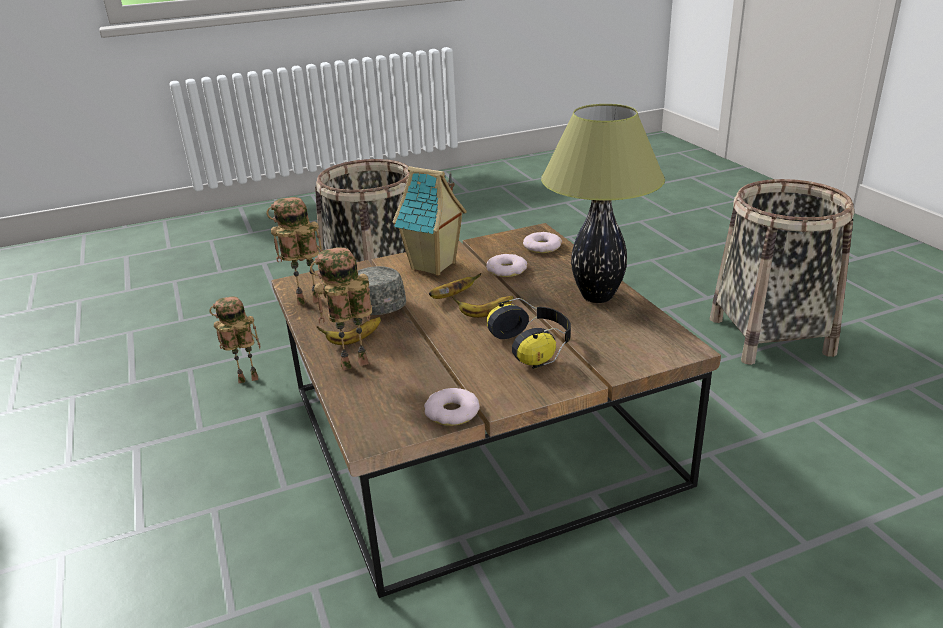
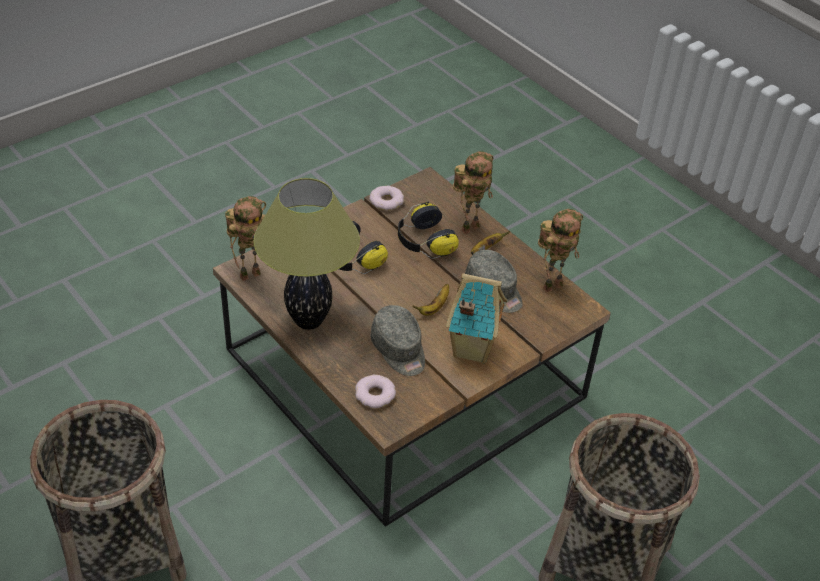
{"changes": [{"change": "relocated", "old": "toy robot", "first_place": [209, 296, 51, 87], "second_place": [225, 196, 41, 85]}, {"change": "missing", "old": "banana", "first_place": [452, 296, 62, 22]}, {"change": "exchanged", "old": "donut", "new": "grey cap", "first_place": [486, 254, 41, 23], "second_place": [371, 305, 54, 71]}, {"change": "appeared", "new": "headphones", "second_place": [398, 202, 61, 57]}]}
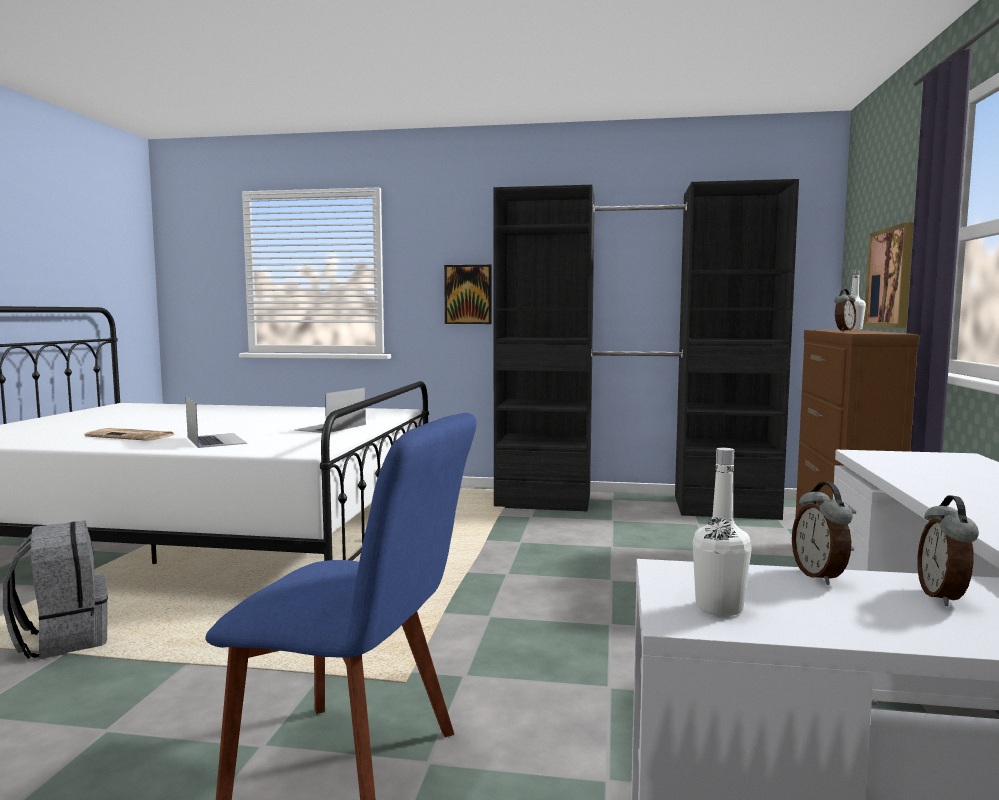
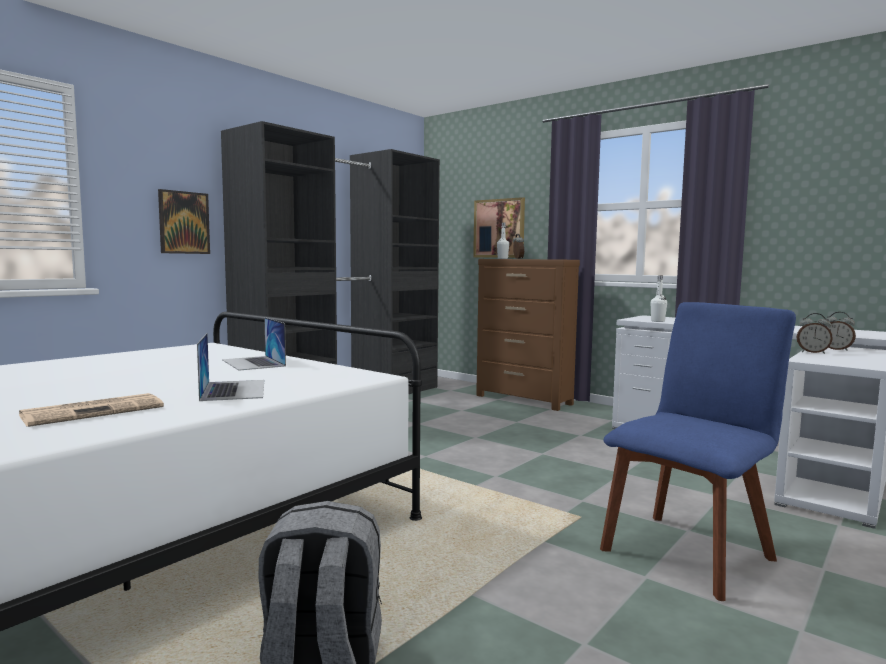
{"changes": [{"change": "spun", "old": "laptop", "first_place": [186, 397, 61, 51], "second_place": [197, 333, 67, 68], "degrees": 75}, {"change": "relocated", "old": "white bottle", "first_place": [693, 448, 59, 168], "second_place": [651, 276, 16, 46]}]}
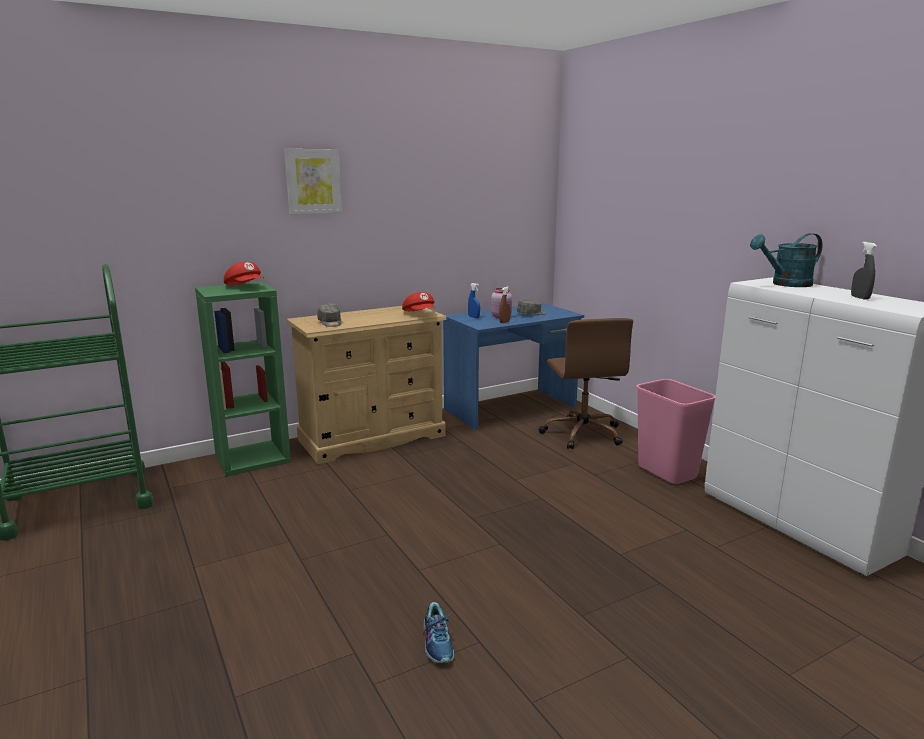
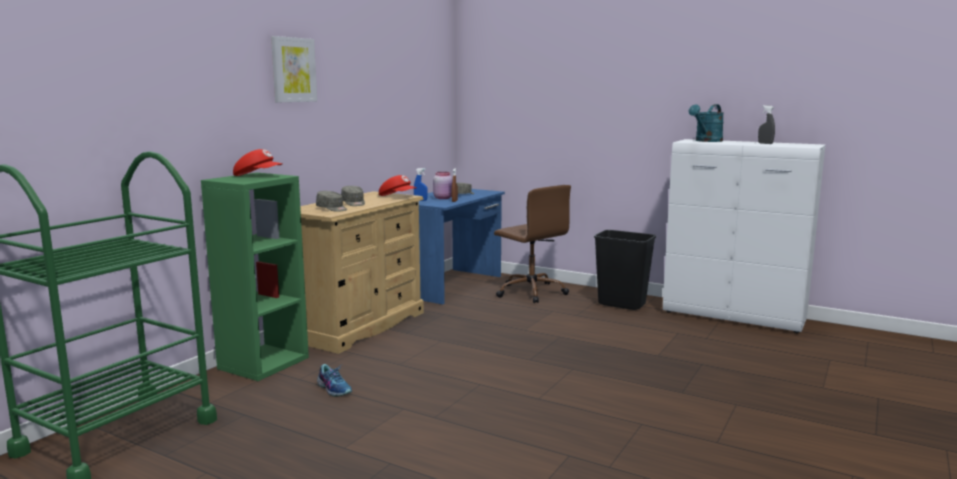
{"changes": [{"change": "relocated", "old": "shoe", "first_place": [423, 602, 31, 61], "second_place": [317, 364, 35, 33]}, {"change": "colour", "old": "pink trash can", "new": "black trash can", "first_place": [636, 379, 79, 105], "second_place": [594, 230, 62, 80]}, {"change": "appeared", "new": "grey cap", "second_place": [341, 186, 24, 20]}]}
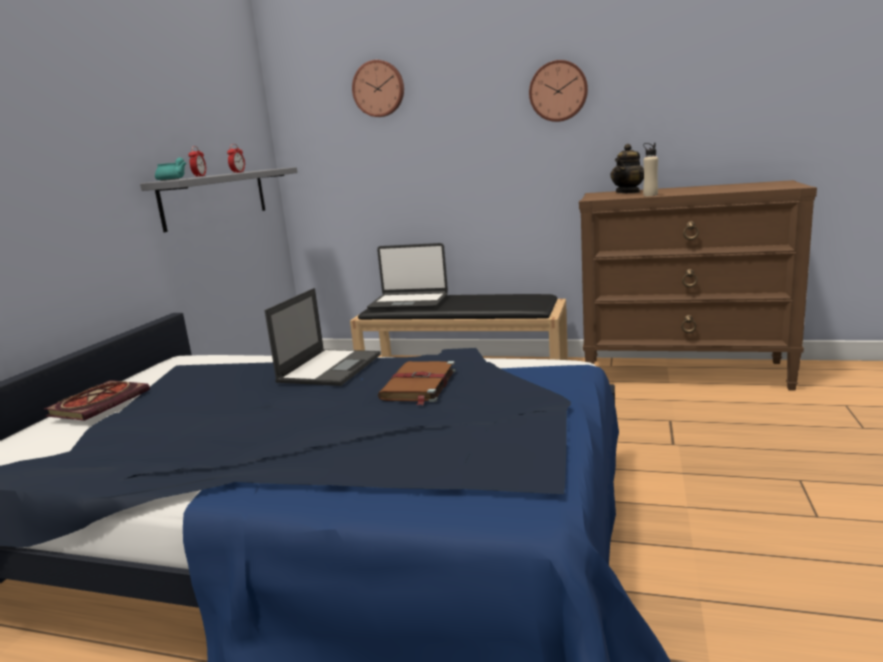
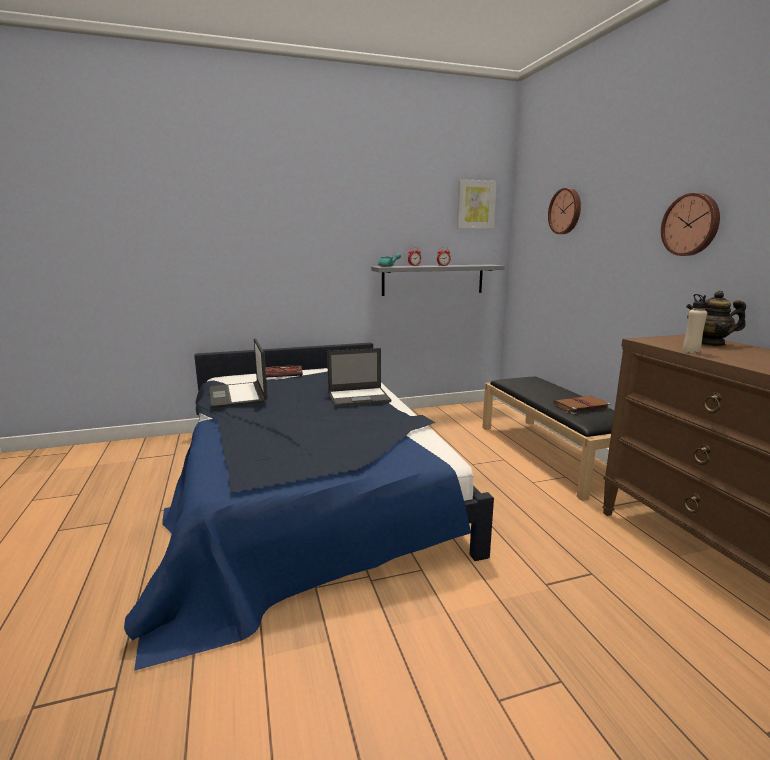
{"changes": [{"change": "relocated", "old": "laptop", "first_place": [367, 243, 81, 67], "second_place": [210, 338, 58, 70]}, {"change": "relocated", "old": "brown book", "first_place": [378, 361, 78, 44], "second_place": [553, 396, 58, 18]}, {"change": "appeared", "new": "picture", "second_place": [457, 179, 40, 50]}]}
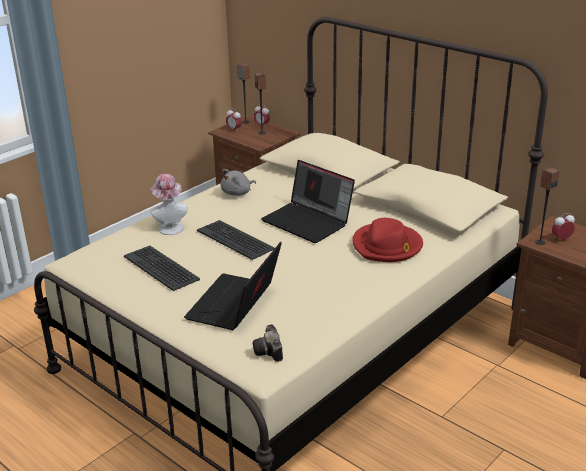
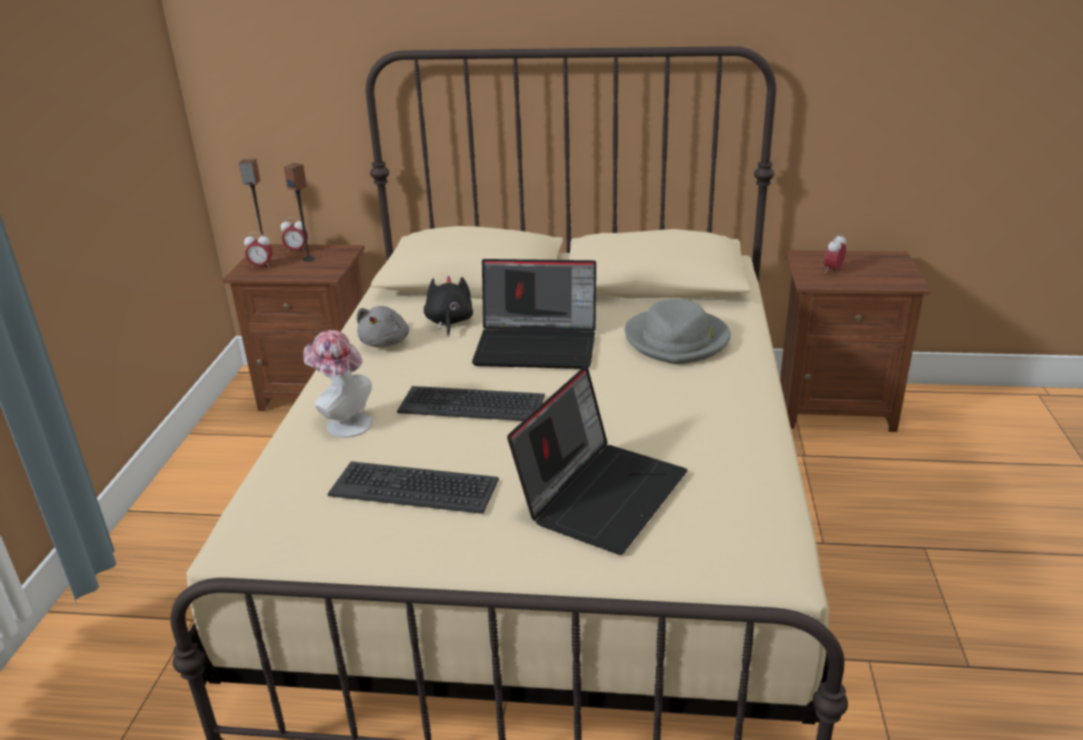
{"changes": [{"change": "spun", "old": "laptop", "first_place": [184, 242, 98, 88], "second_place": [507, 366, 181, 189], "degrees": -135}, {"change": "missing", "old": "photo camera", "first_place": [253, 324, 30, 38]}, {"change": "colour", "old": "red hat", "new": "grey hat", "first_place": [352, 218, 71, 44], "second_place": [625, 299, 106, 65]}, {"change": "missing", "old": "speaker", "first_place": [535, 167, 24, 78]}, {"change": "appeared", "new": "black plush toy", "second_place": [424, 276, 49, 60]}]}
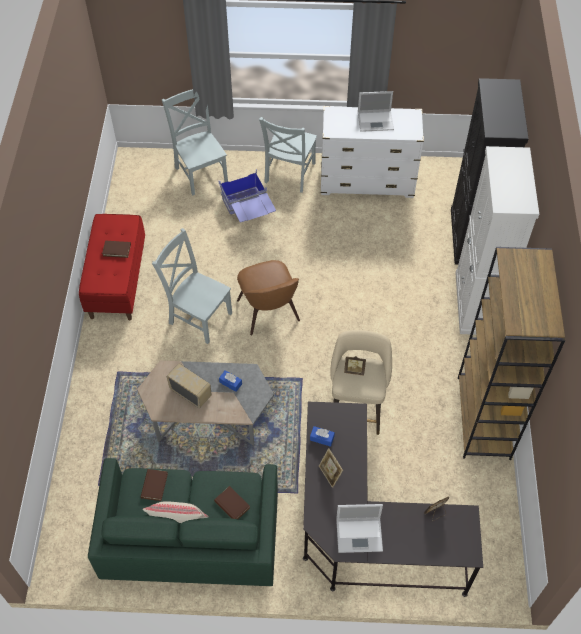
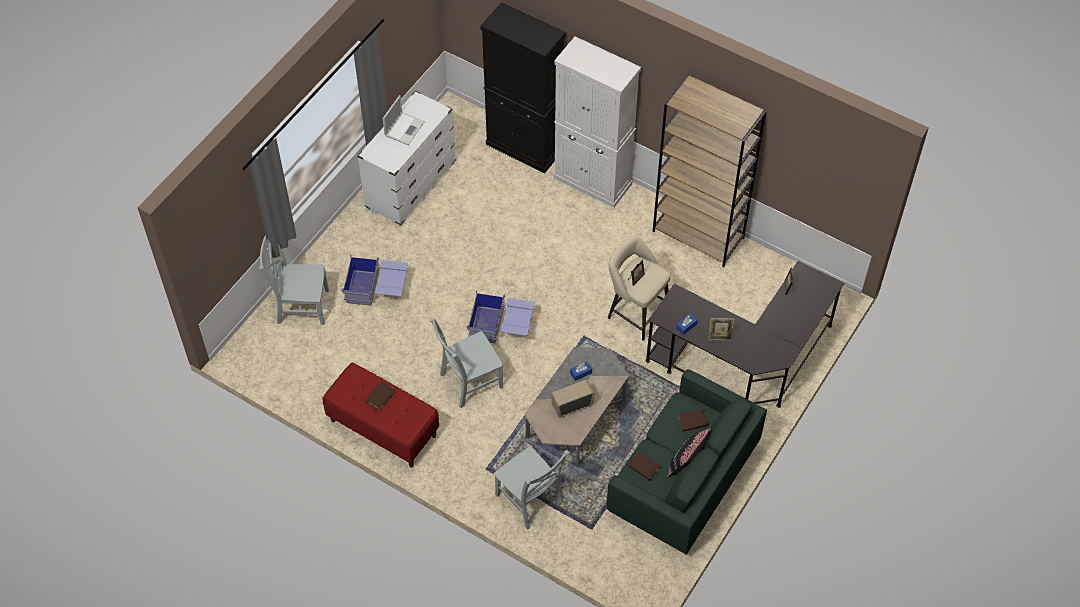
{"changes": [{"change": "colour", "old": "beige pillow", "new": "black pillow", "first_place": [142, 501, 67, 22], "second_place": [666, 427, 46, 51]}, {"change": "exchanged", "old": "brown chair", "new": "blue storage box", "first_place": [237, 260, 63, 75], "second_place": [467, 290, 68, 53]}, {"change": "relocated", "old": "grey chair", "first_place": [259, 117, 58, 76], "second_place": [494, 446, 75, 84]}, {"change": "missing", "old": "laptop", "first_place": [336, 504, 47, 49]}]}
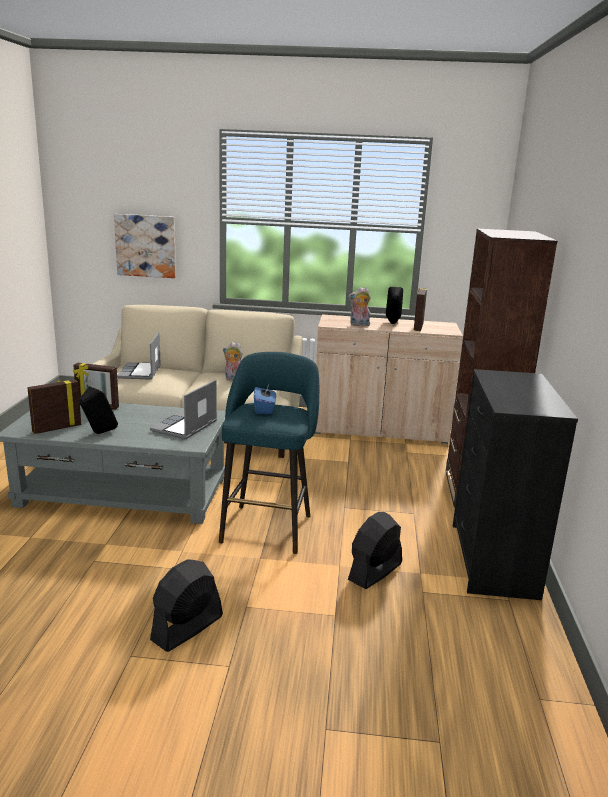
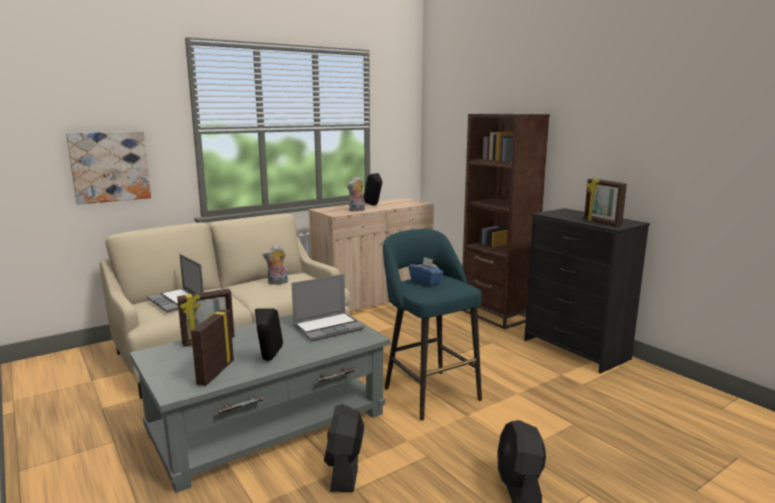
{"changes": [{"change": "spun", "old": "laptop", "first_place": [150, 379, 67, 60], "second_place": [292, 274, 72, 67], "degrees": -105}, {"change": "relocated", "old": "black fan", "first_place": [348, 512, 54, 77], "second_place": [324, 404, 40, 88]}, {"change": "relocated", "old": "picture frame", "first_place": [414, 288, 13, 43], "second_place": [584, 179, 43, 47]}]}
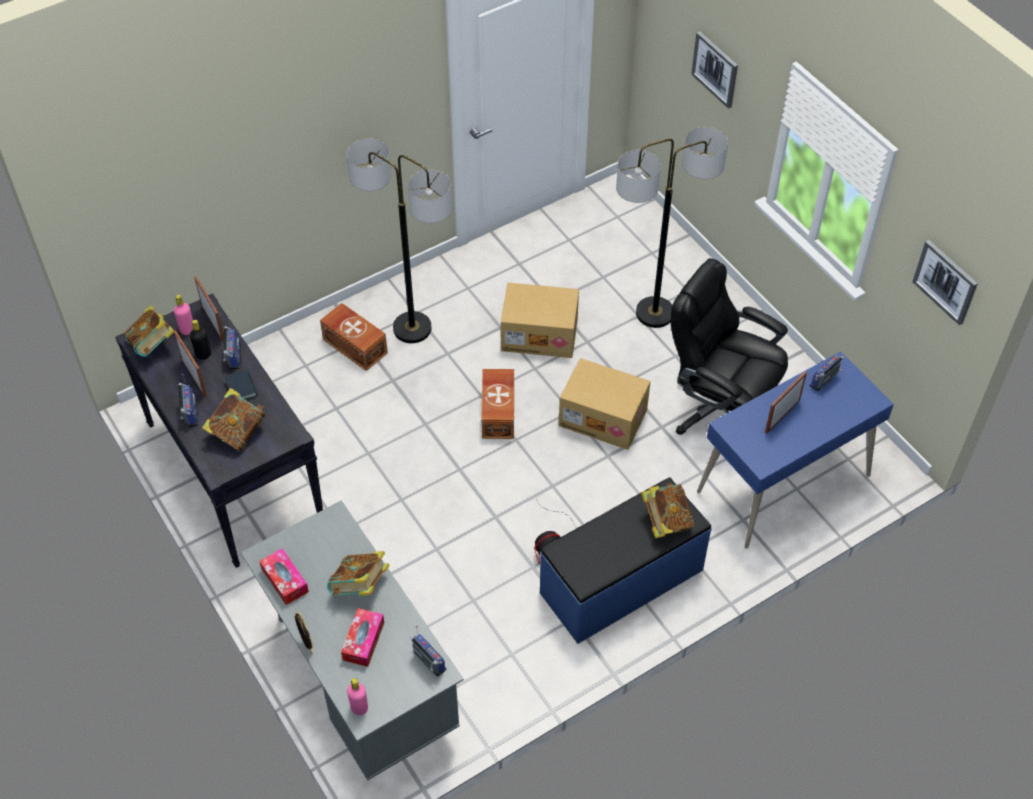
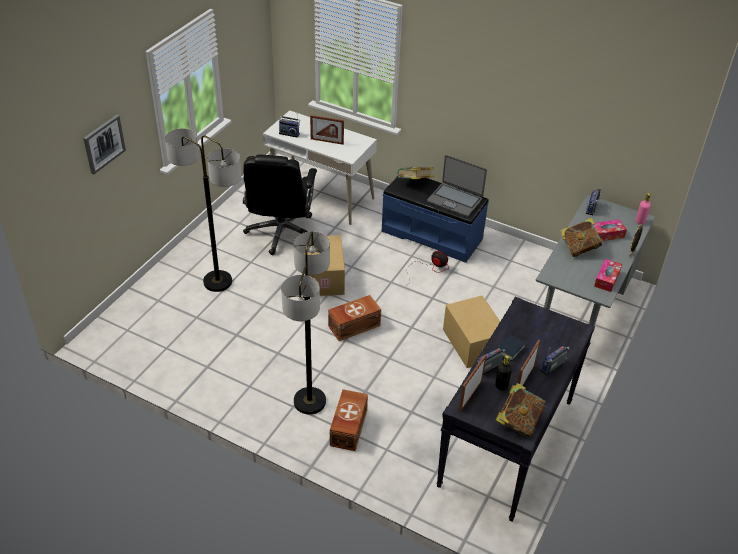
{"changes": [{"change": "missing", "old": "pink bottle", "first_place": [174, 295, 19, 40]}, {"change": "missing", "old": "book", "first_place": [202, 388, 64, 63]}, {"change": "relocated", "old": "cardboard box", "first_place": [501, 283, 78, 75], "second_place": [443, 296, 57, 72]}, {"change": "colour", "old": "blue desk", "new": "white desk", "first_place": [697, 351, 197, 198], "second_place": [263, 110, 114, 115]}, {"change": "missing", "old": "picture", "first_place": [912, 240, 66, 85]}, {"change": "appeared", "new": "laptop", "second_place": [427, 155, 60, 62]}]}
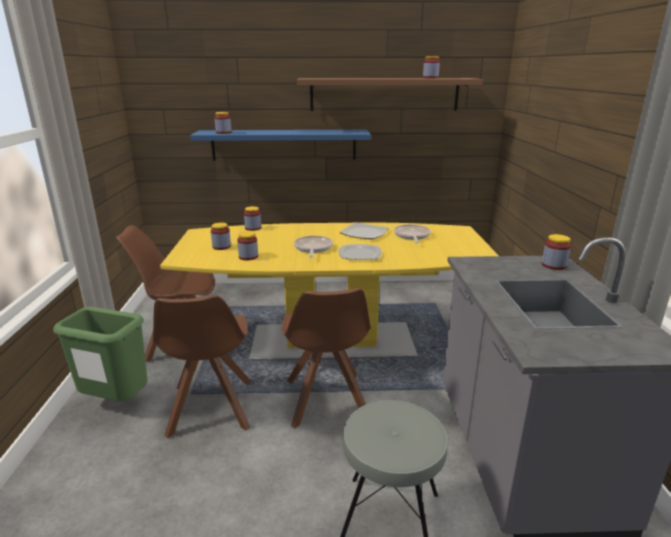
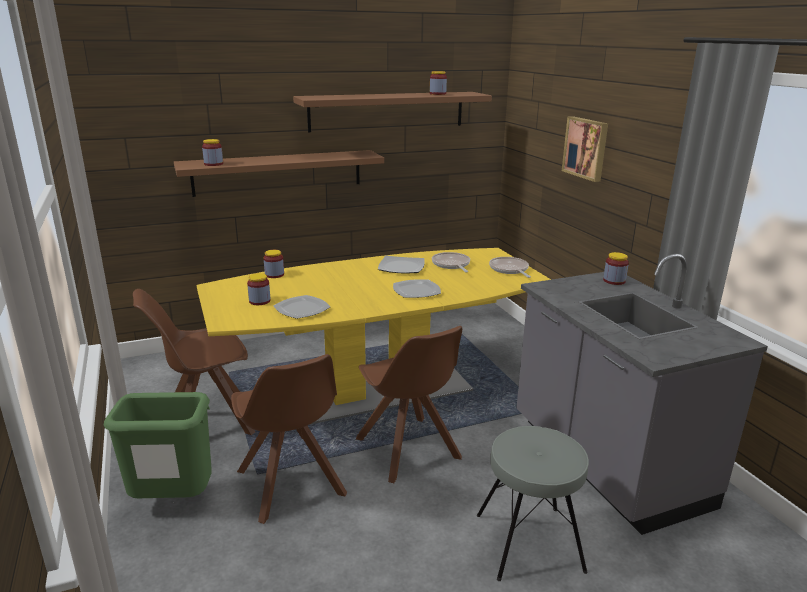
{"changes": [{"change": "colour", "old": "blue shelf", "new": "brown shelf", "first_place": [190, 130, 181, 31], "second_place": [174, 150, 210, 47]}, {"change": "exchanged", "old": "jar", "new": "plate", "first_place": [237, 231, 21, 29], "second_place": [274, 295, 56, 24]}, {"change": "relocated", "old": "frying pan", "first_place": [294, 236, 39, 21], "second_place": [489, 257, 42, 21]}, {"change": "appeared", "new": "picture", "second_place": [562, 116, 46, 66]}]}
